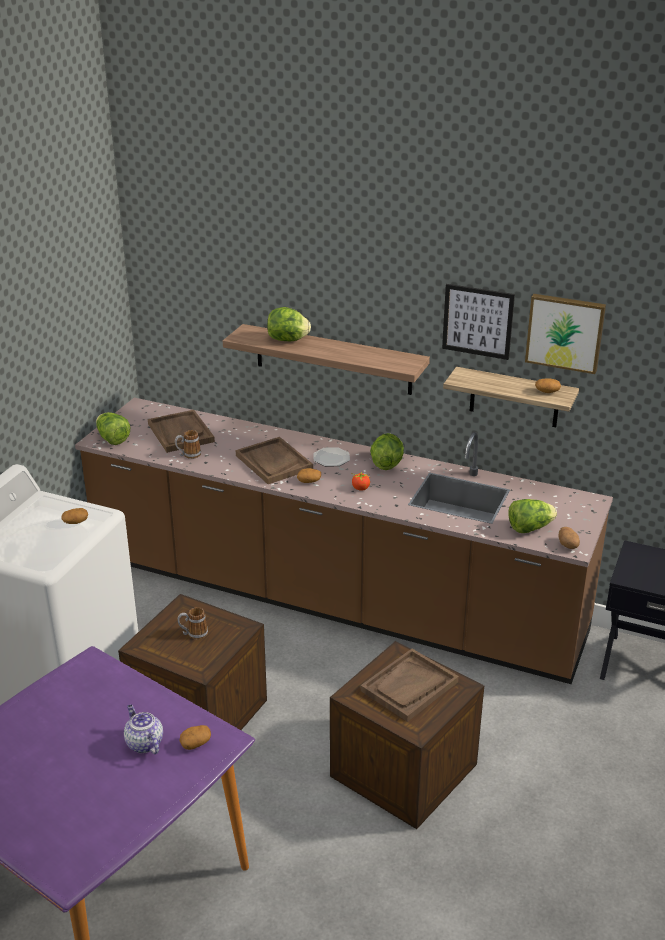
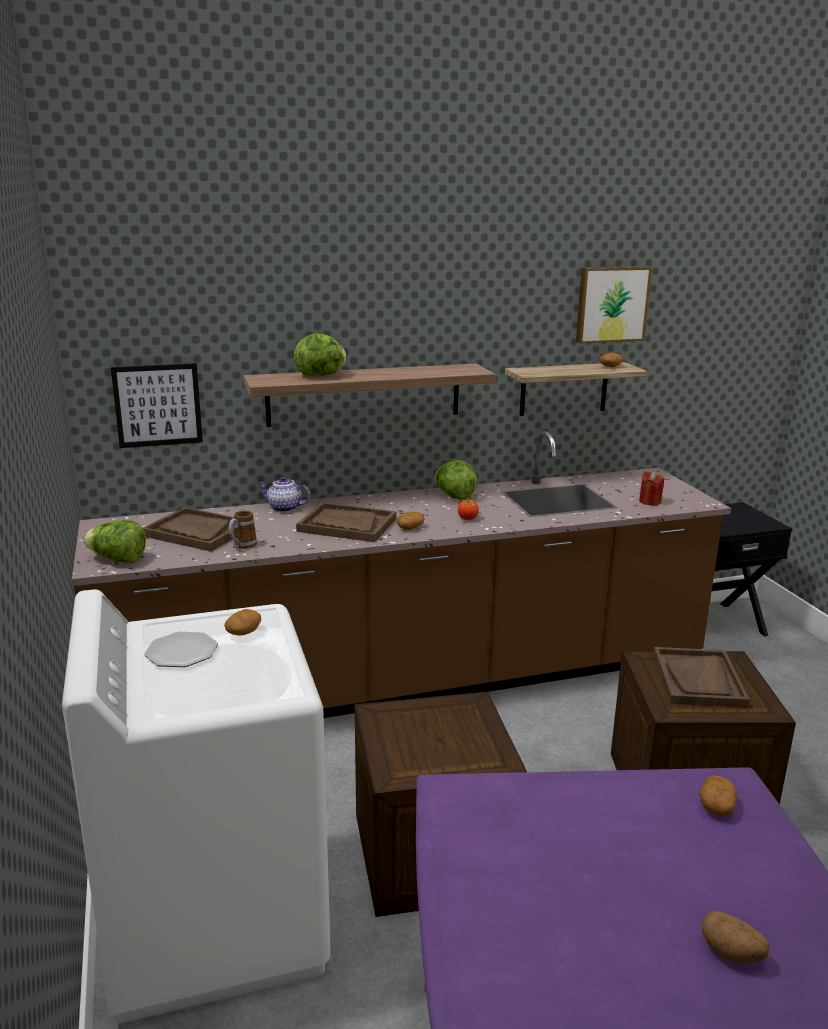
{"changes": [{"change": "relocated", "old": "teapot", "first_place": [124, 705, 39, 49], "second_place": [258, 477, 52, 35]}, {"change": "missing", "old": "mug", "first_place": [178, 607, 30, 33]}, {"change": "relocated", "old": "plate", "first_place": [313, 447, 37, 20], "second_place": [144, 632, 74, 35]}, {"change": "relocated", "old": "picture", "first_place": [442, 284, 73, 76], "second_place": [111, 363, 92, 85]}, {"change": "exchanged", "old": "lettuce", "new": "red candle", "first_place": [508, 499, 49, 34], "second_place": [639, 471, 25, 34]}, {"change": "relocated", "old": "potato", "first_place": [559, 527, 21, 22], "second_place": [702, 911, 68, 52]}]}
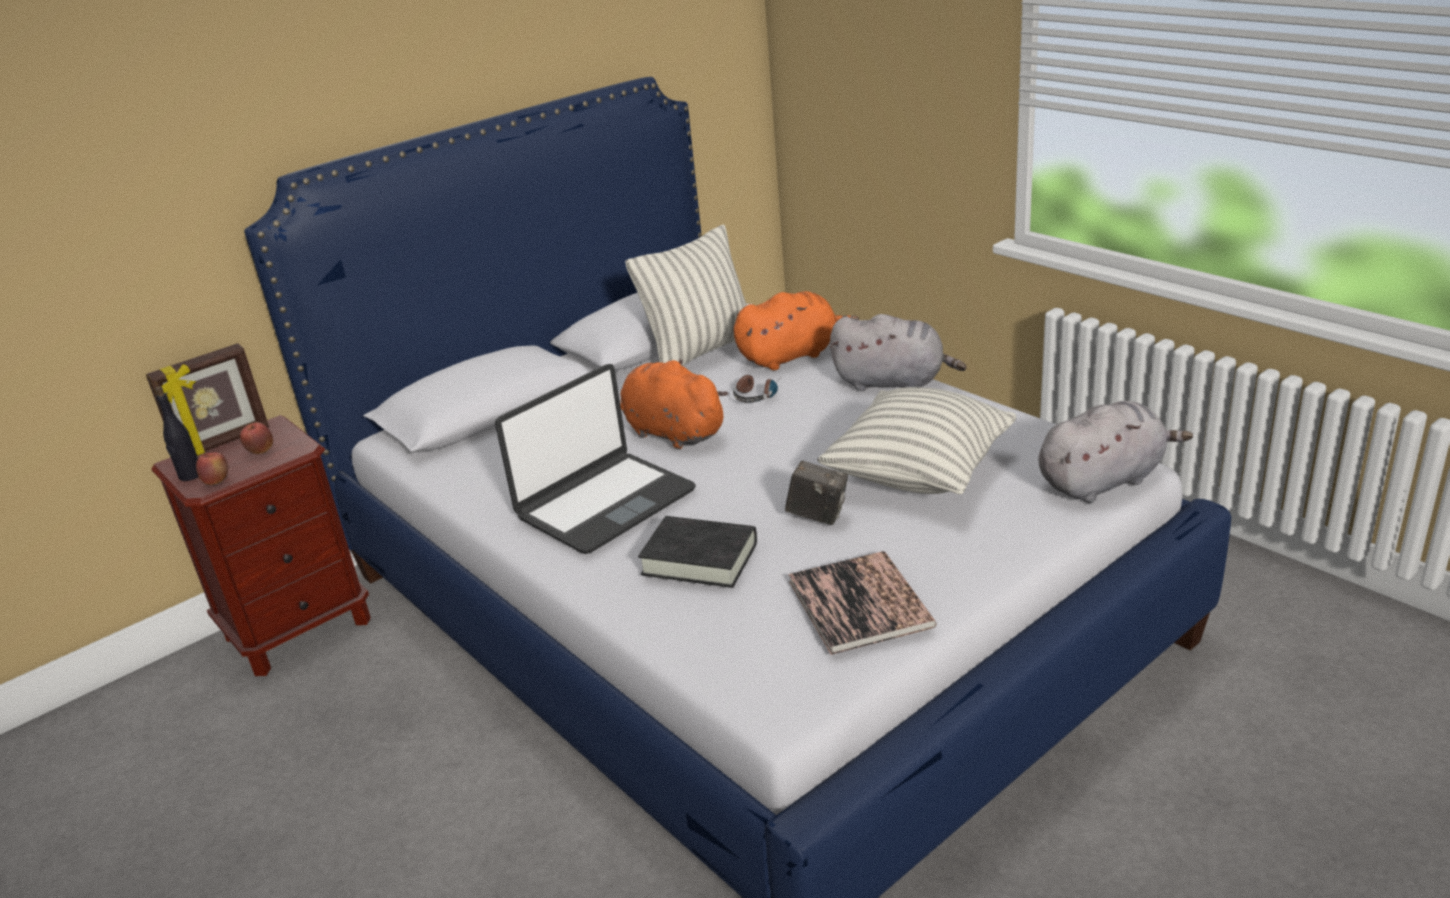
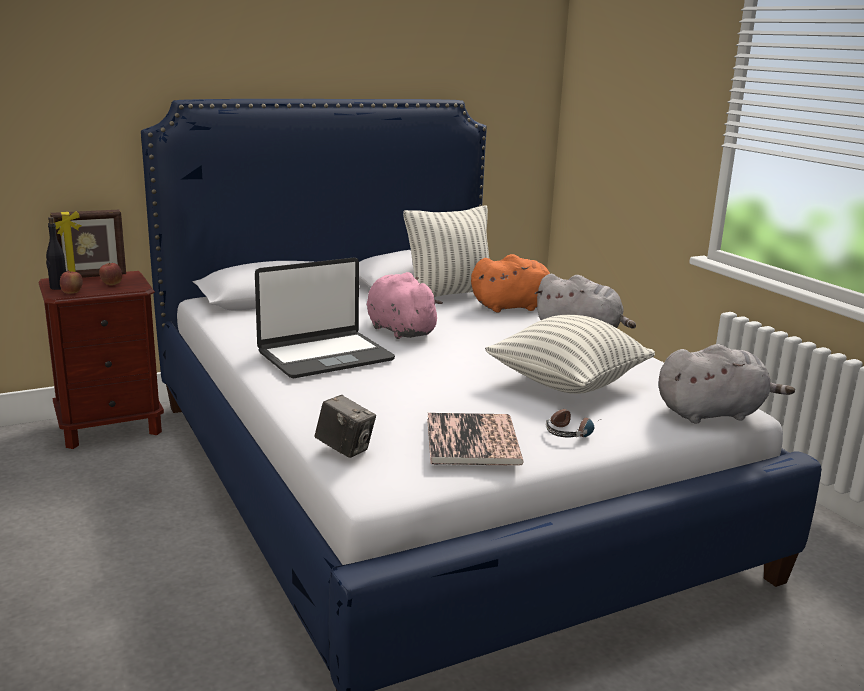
{"changes": [{"change": "colour", "old": "orange plush toy", "new": "pink plush toy", "first_place": [620, 359, 108, 91], "second_place": [367, 272, 76, 67]}, {"change": "missing", "old": "black book", "first_place": [638, 516, 119, 72]}, {"change": "relocated", "old": "headphones", "first_place": [733, 375, 45, 28], "second_place": [546, 409, 55, 28]}, {"change": "relocated", "old": "photo camera", "first_place": [785, 461, 63, 64], "second_place": [315, 395, 61, 63]}]}
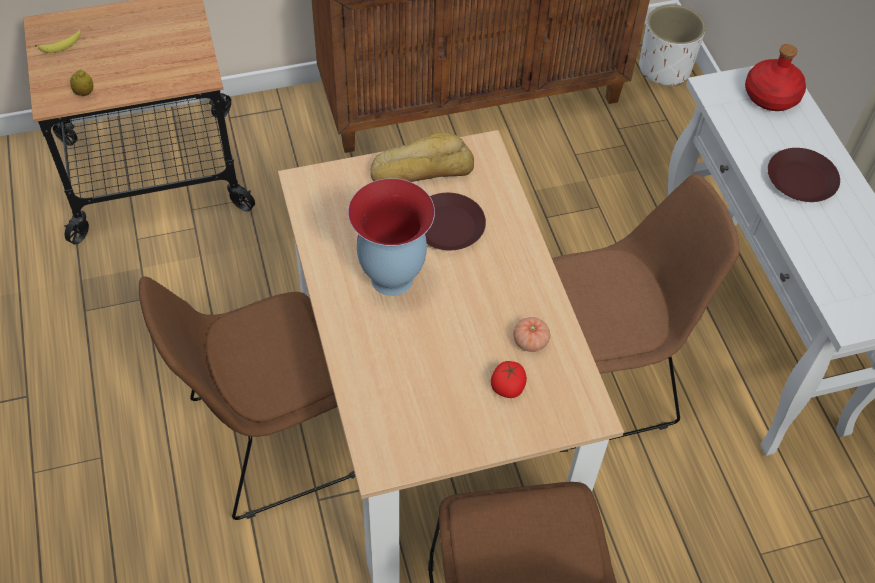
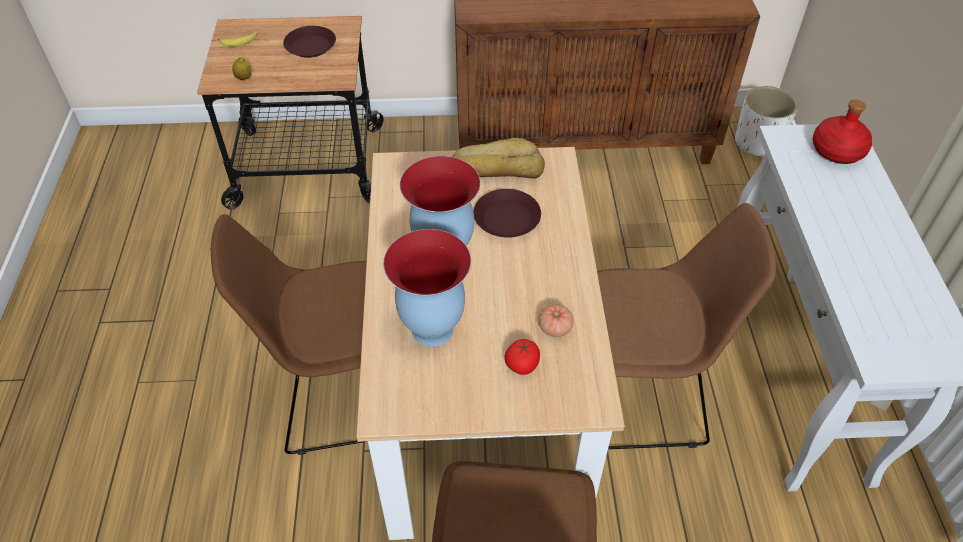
{"changes": [{"change": "relocated", "old": "brown plate", "first_place": [768, 148, 72, 54], "second_place": [283, 26, 53, 32]}, {"change": "appeared", "new": "vase", "second_place": [383, 229, 88, 118]}]}
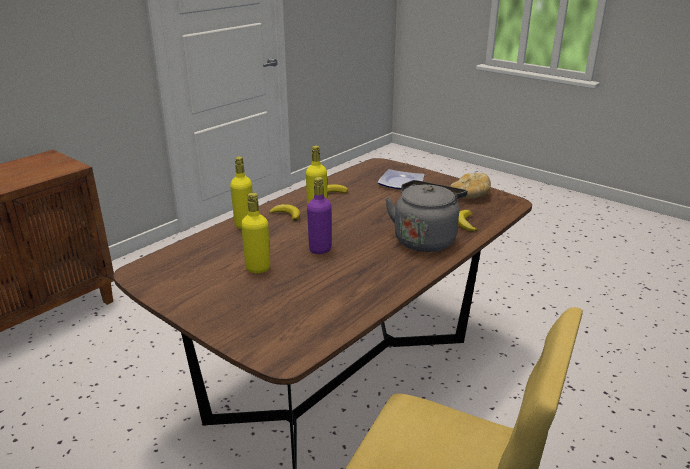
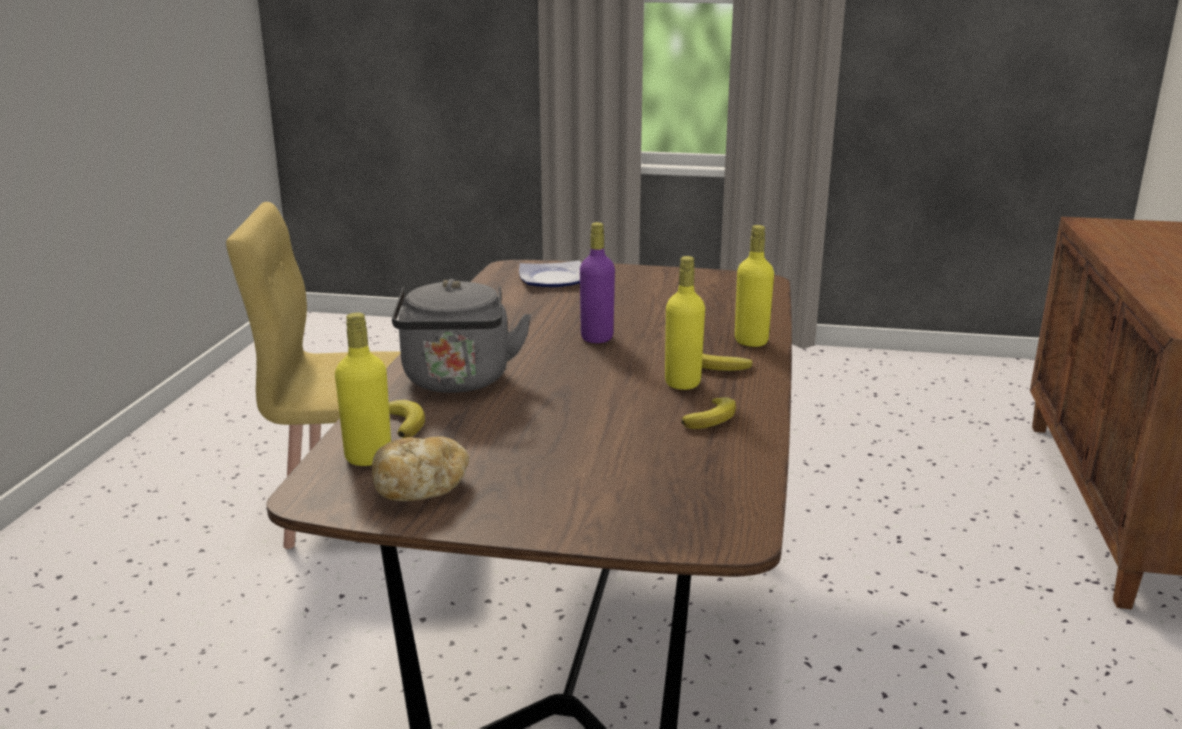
{"changes": [{"change": "relocated", "old": "yellow bottle", "first_place": [241, 193, 29, 80], "second_place": [335, 312, 56, 154]}, {"change": "relocated", "old": "plate", "first_place": [377, 169, 48, 20], "second_place": [519, 260, 62, 27]}]}
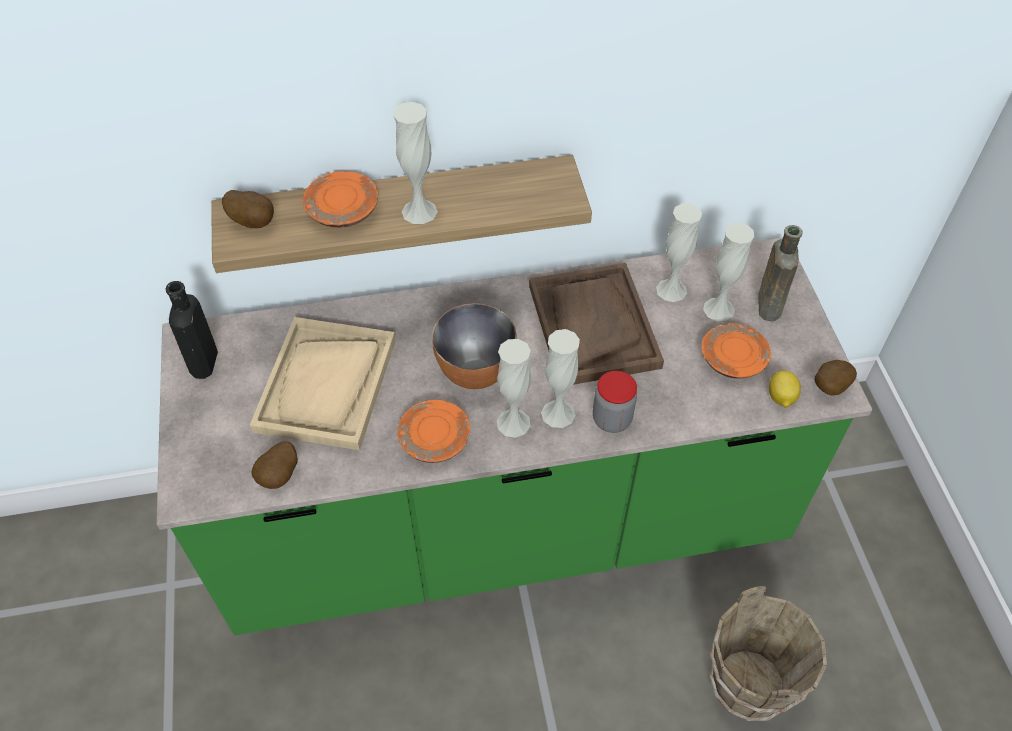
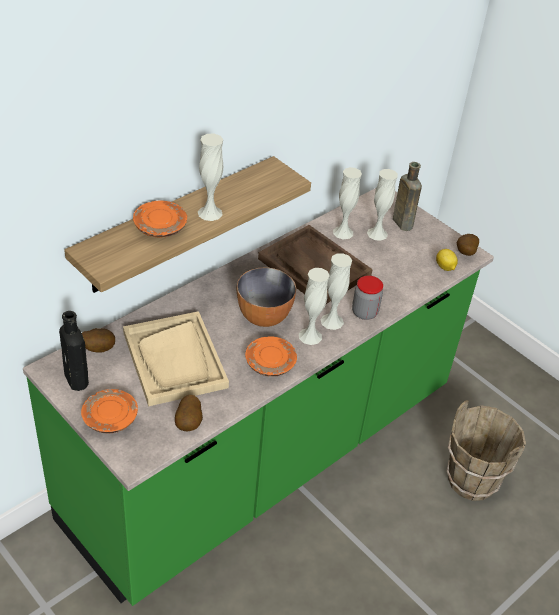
{"changes": [{"change": "relocated", "old": "potato", "first_place": [222, 190, 52, 38], "second_place": [82, 328, 33, 25]}, {"change": "relocated", "old": "orange plate", "first_place": [702, 323, 69, 56], "second_place": [81, 389, 57, 44]}]}
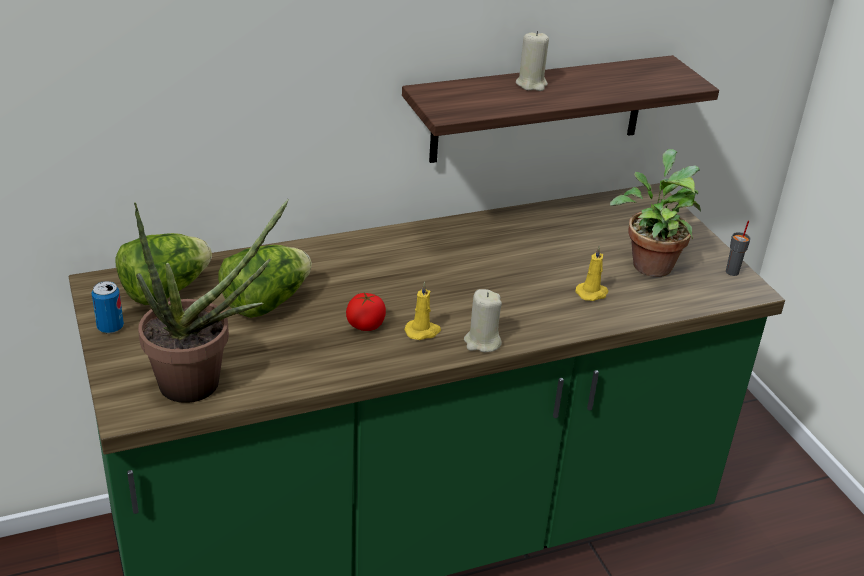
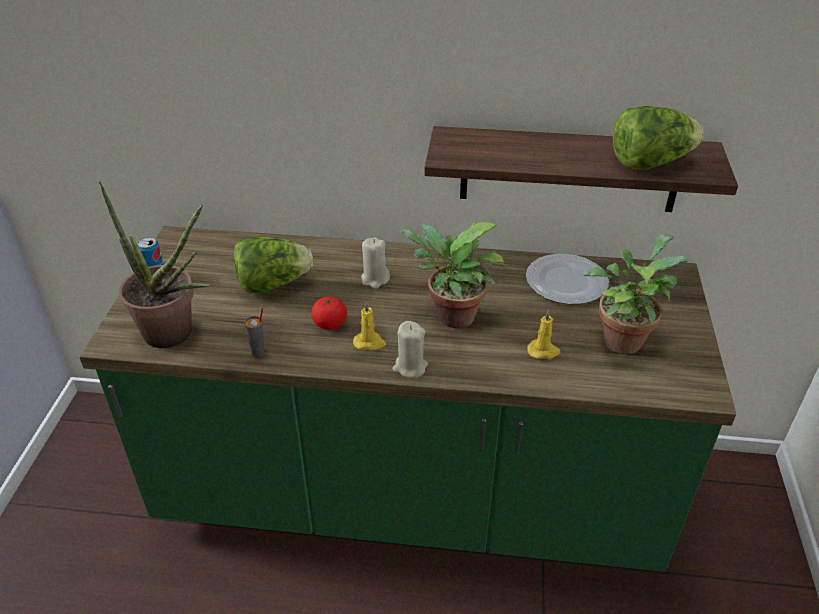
{"changes": [{"change": "relocated", "old": "lettuce", "first_place": [115, 233, 97, 72], "second_place": [613, 106, 91, 64]}, {"change": "relocated", "old": "beige candle", "first_place": [516, 31, 33, 60], "second_place": [361, 237, 29, 52]}, {"change": "relocated", "old": "grey cup", "first_place": [726, 221, 24, 55], "second_place": [244, 308, 21, 49]}, {"change": "appeared", "new": "potted plant", "second_place": [399, 222, 107, 106]}, {"change": "appeared", "new": "plate", "second_place": [526, 254, 83, 50]}]}
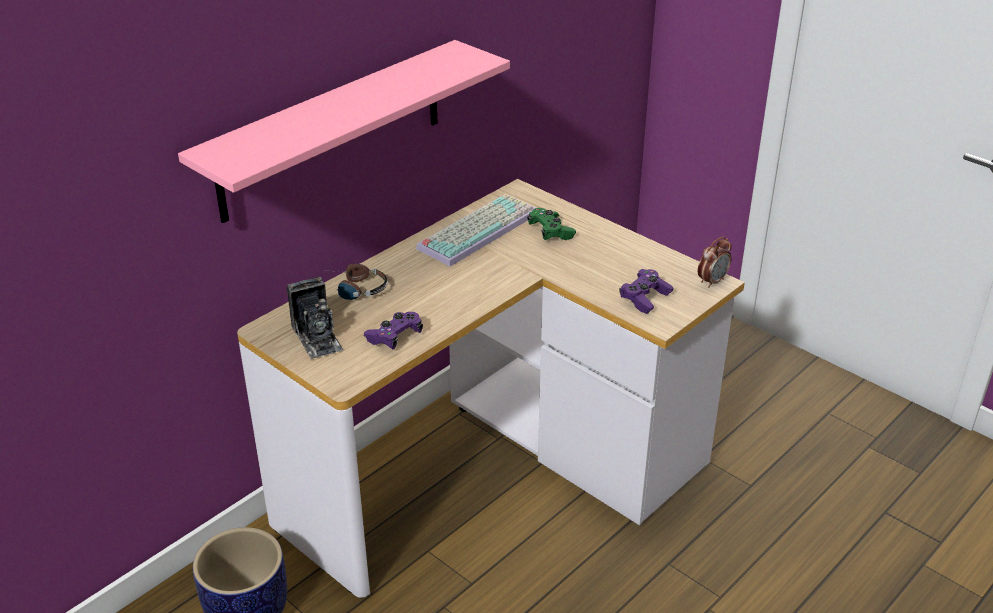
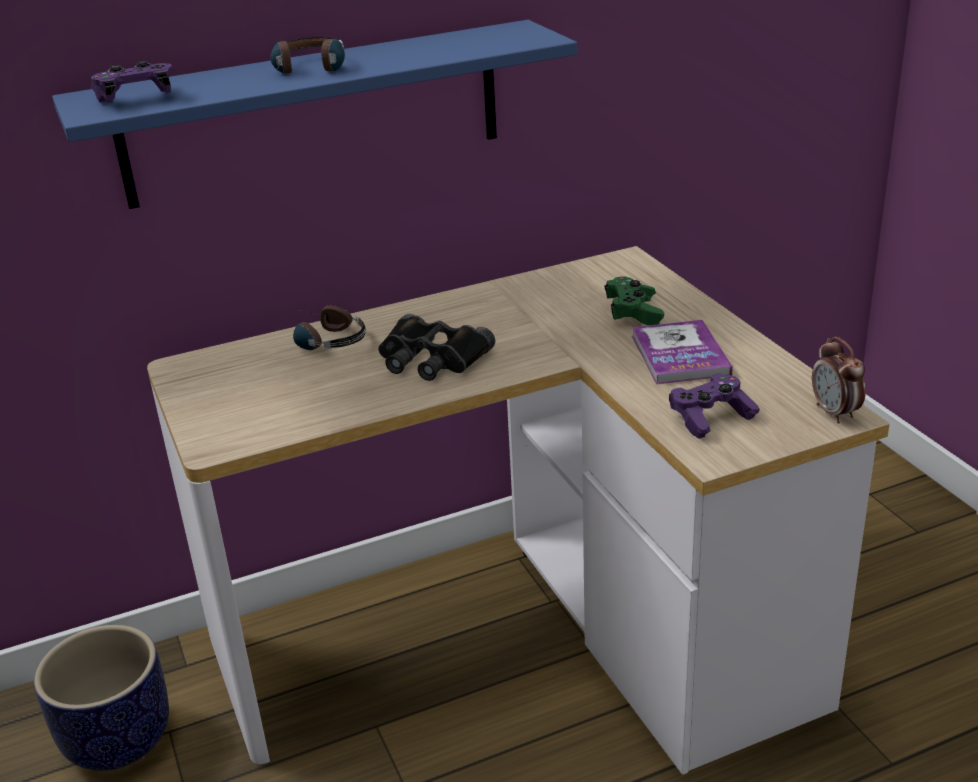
{"changes": [{"change": "colour", "old": "pink shelf", "new": "blue shelf", "first_place": [178, 40, 332, 183], "second_place": [52, 20, 525, 189]}, {"change": "missing", "old": "photo camera", "first_place": [287, 277, 56, 82]}, {"change": "relocated", "old": "purple game controller", "first_place": [364, 312, 59, 38], "second_place": [91, 61, 82, 42]}, {"change": "missing", "old": "keyboard", "first_place": [416, 194, 119, 72]}, {"change": "spun", "old": "alarm clock", "first_place": [698, 237, 34, 51], "second_place": [812, 337, 54, 87], "degrees": 90}, {"change": "appeared", "new": "headphones", "second_place": [271, 37, 74, 37]}, {"change": "appeared", "new": "black binoculars", "second_place": [378, 314, 117, 67]}, {"change": "appeared", "new": "book", "second_place": [632, 320, 101, 64]}]}
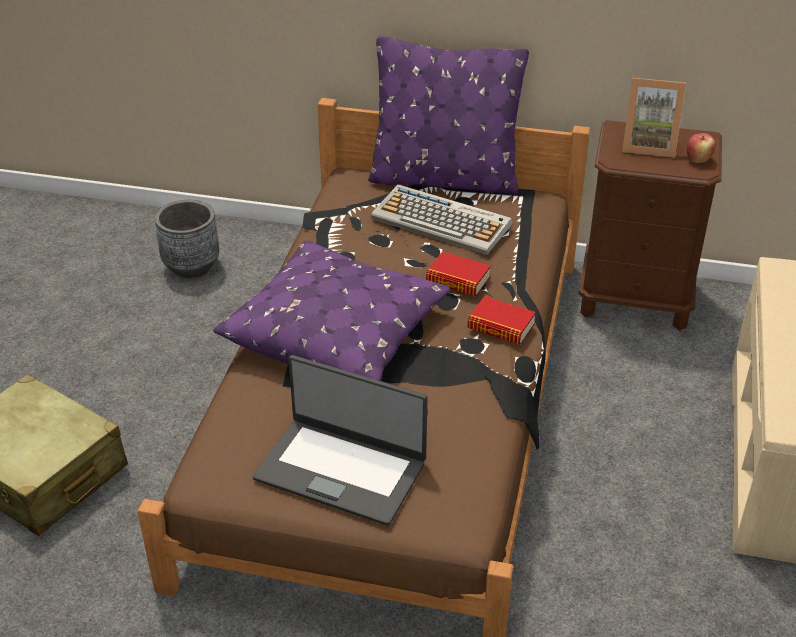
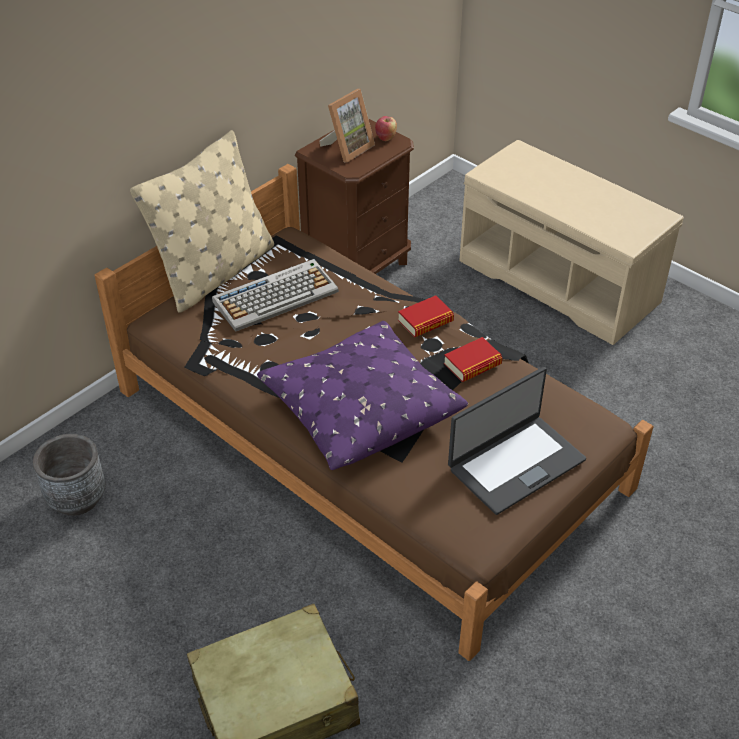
{"changes": [{"change": "colour", "old": "purple pillow", "new": "beige pillow", "first_place": [368, 36, 161, 159], "second_place": [130, 130, 144, 183]}, {"change": "relocated", "old": "book", "first_place": [426, 252, 65, 44], "second_place": [444, 337, 59, 45]}]}
